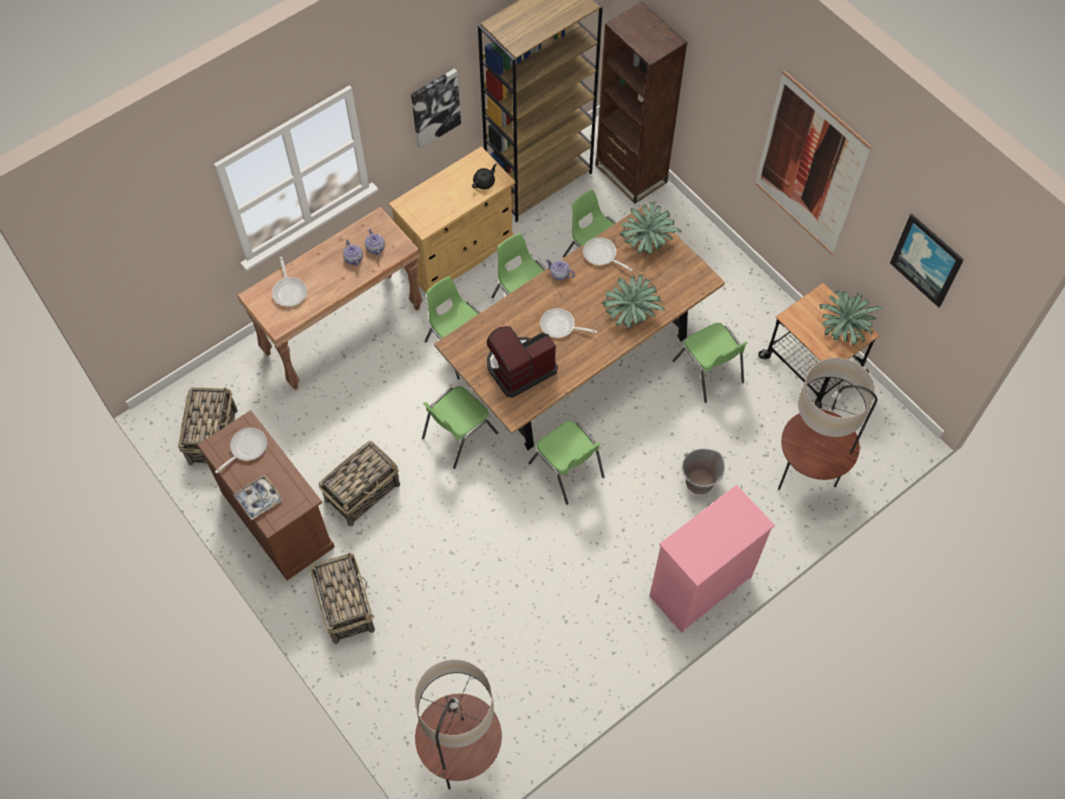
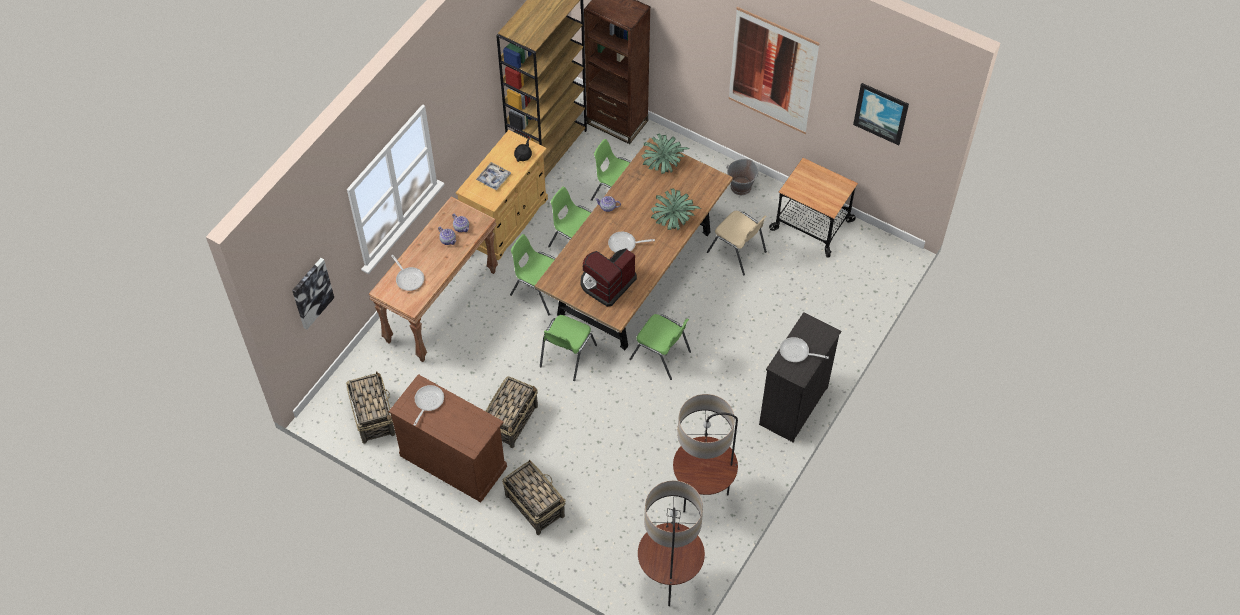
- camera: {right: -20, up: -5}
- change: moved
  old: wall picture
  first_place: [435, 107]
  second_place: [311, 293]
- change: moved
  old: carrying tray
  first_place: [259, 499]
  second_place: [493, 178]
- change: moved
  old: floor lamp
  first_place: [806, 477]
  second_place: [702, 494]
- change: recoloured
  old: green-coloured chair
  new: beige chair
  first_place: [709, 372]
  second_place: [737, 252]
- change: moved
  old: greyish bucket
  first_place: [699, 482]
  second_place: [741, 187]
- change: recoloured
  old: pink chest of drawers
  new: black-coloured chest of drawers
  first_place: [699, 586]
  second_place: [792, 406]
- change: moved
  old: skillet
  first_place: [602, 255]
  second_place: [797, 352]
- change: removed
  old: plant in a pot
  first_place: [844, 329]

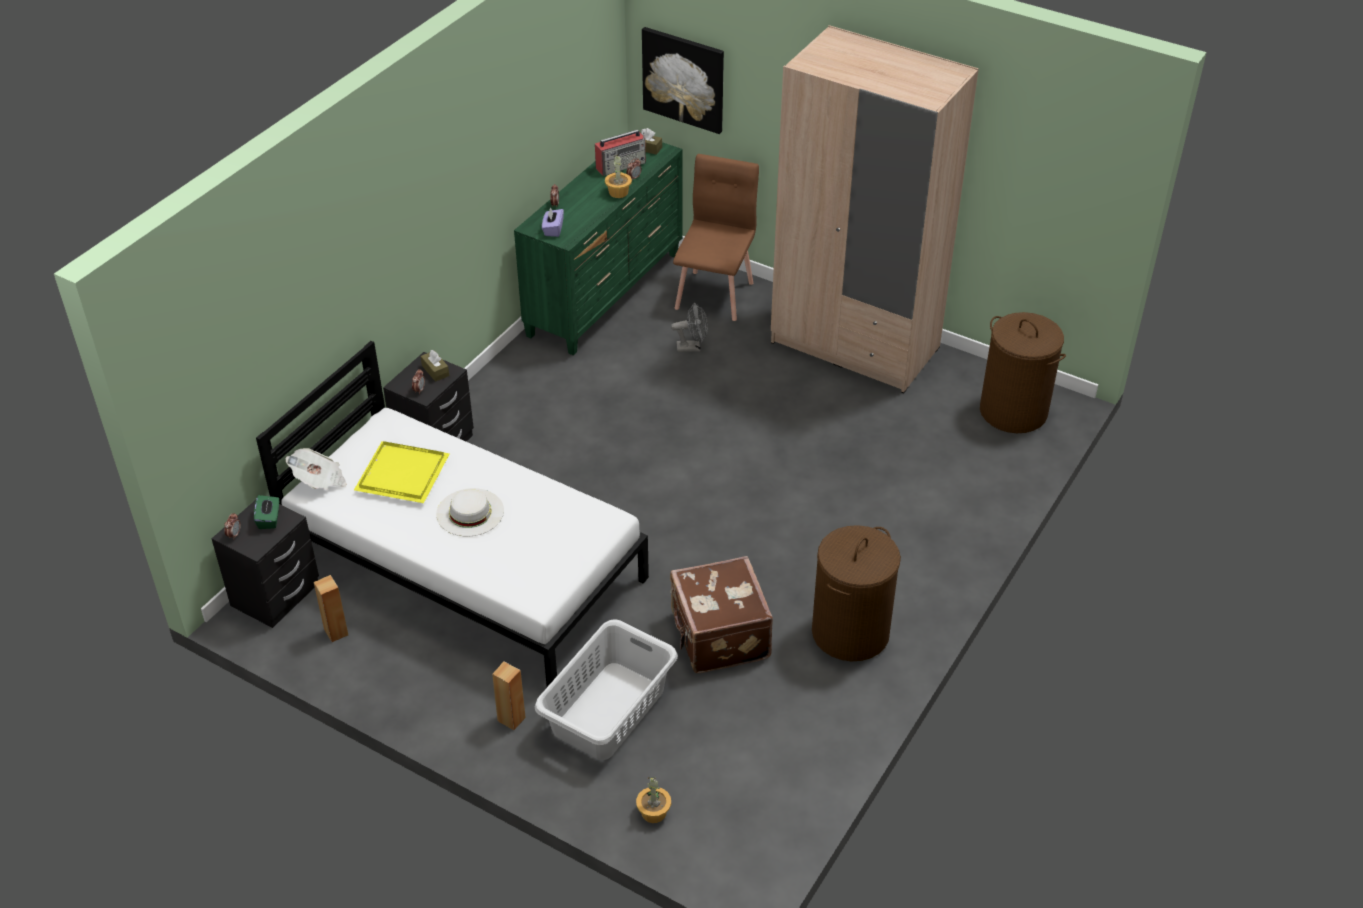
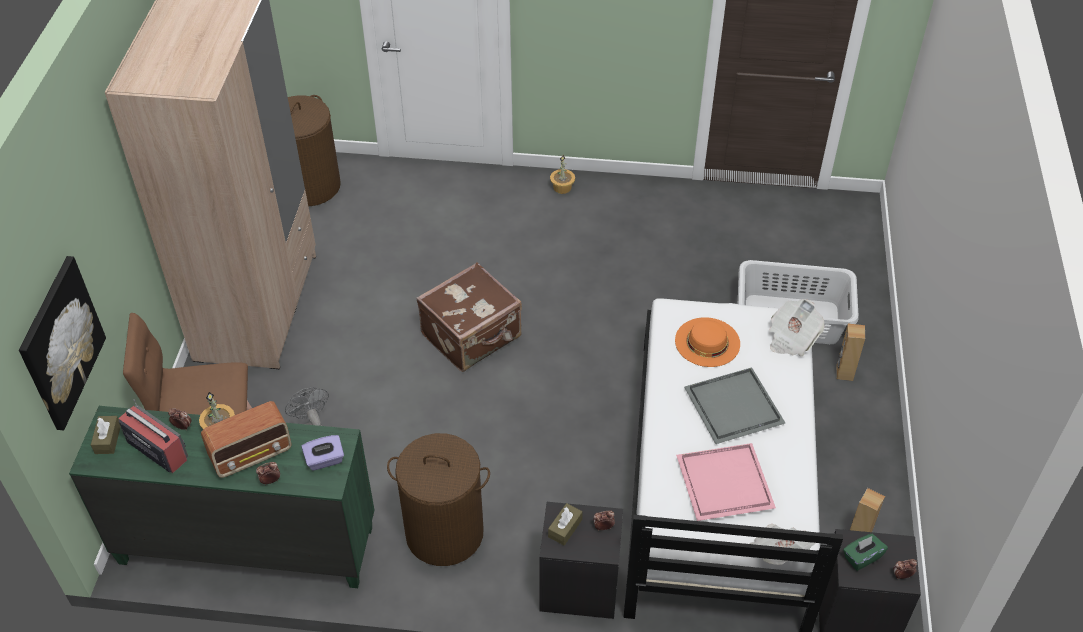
- camera: {right: -115, up: 5}
- change: added
  new: radio
  second_place: [252, 454]
- change: moved
  old: brown hamper
  first_place: [850, 633]
  second_place: [445, 532]
- change: moved
  old: brown piece of luggage
  first_place: [718, 636]
  second_place: [472, 336]
- change: moved
  old: plant in a pot
  first_place: [653, 813]
  second_place: [562, 187]
- change: added
  new: orange-coloured clothing hat
  second_place: [707, 342]
- change: recoloured
  old: yellow-coloured carrying tray
  new: pink carrying tray
  first_place: [401, 473]
  second_place: [723, 484]
- change: replaced
  old: white clothing hat
  new: greyish carrying tray
  first_place: [470, 512]
  second_place: [733, 408]
- change: added
  new: newspaper
  second_place: [791, 338]

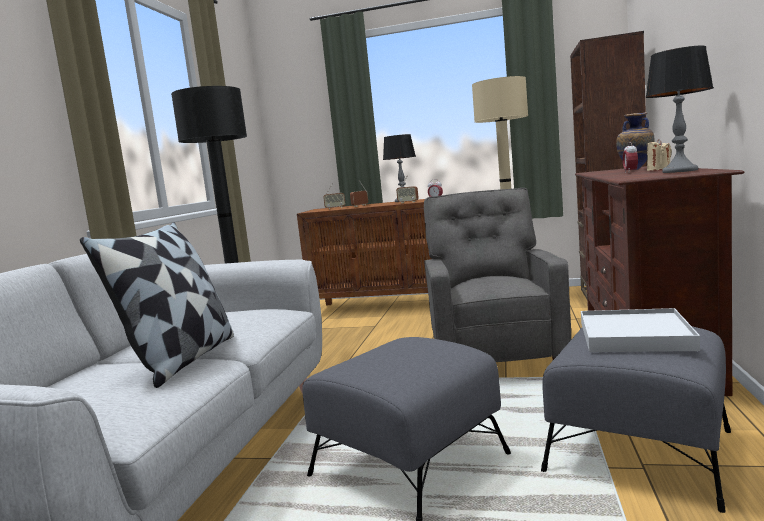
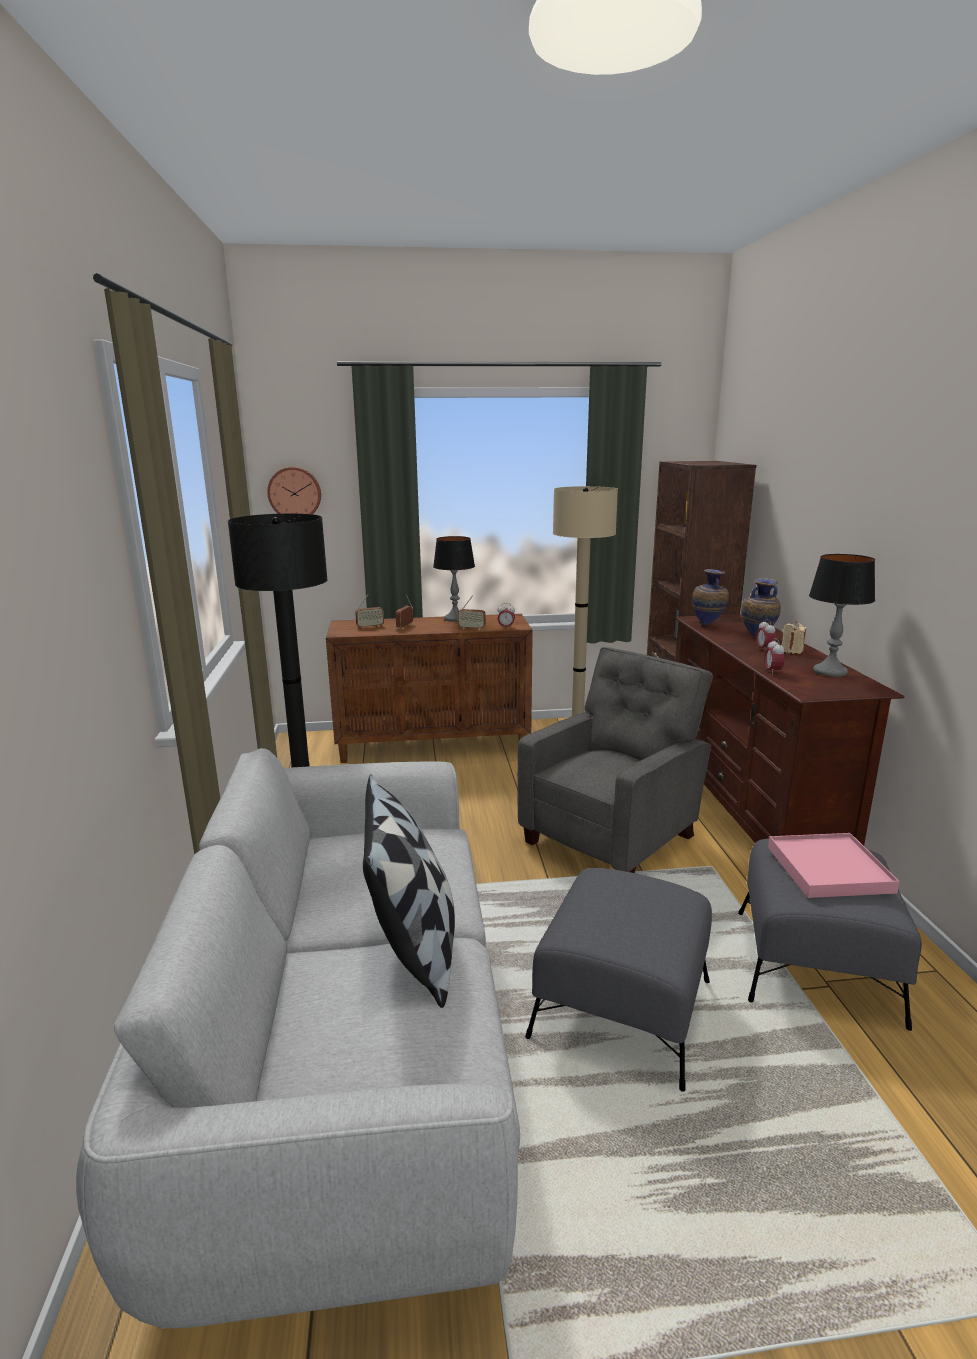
- camera: {right: -20, up: 10}
- change: added
  new: clock on the wall
  second_place: [294, 493]
- change: turned
  old: greyish easy chair
  first_place: [495, 357]
  second_place: [613, 837]
  degrees: 60
- change: added
  new: vase
  second_place: [708, 625]
- change: added
  new: table clock
  second_place: [772, 672]
- change: recoloured
  old: white carrying tray
  new: pink carrying tray
  first_place: [634, 336]
  second_place: [829, 869]

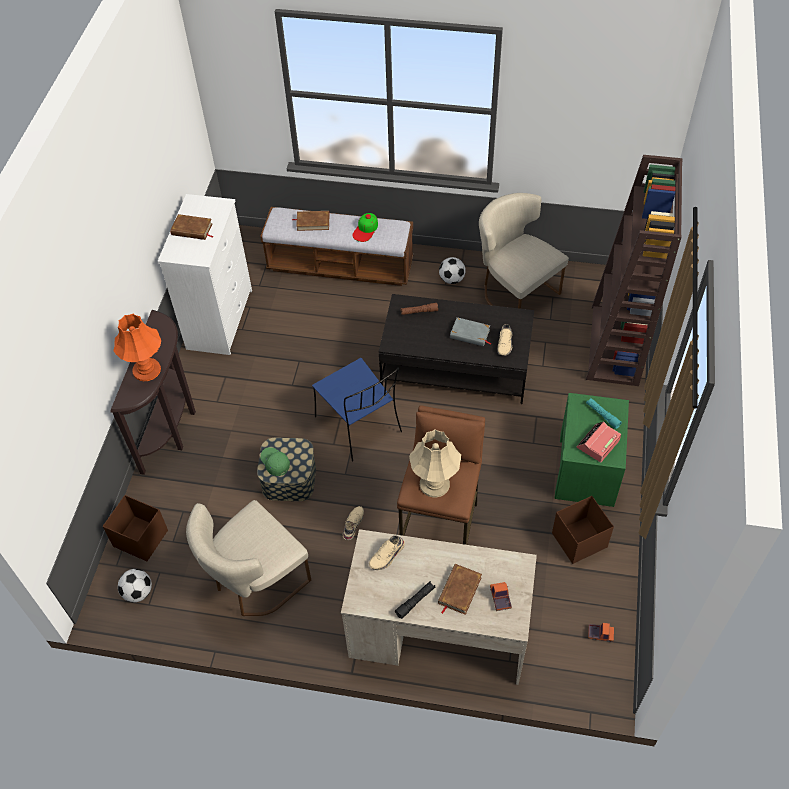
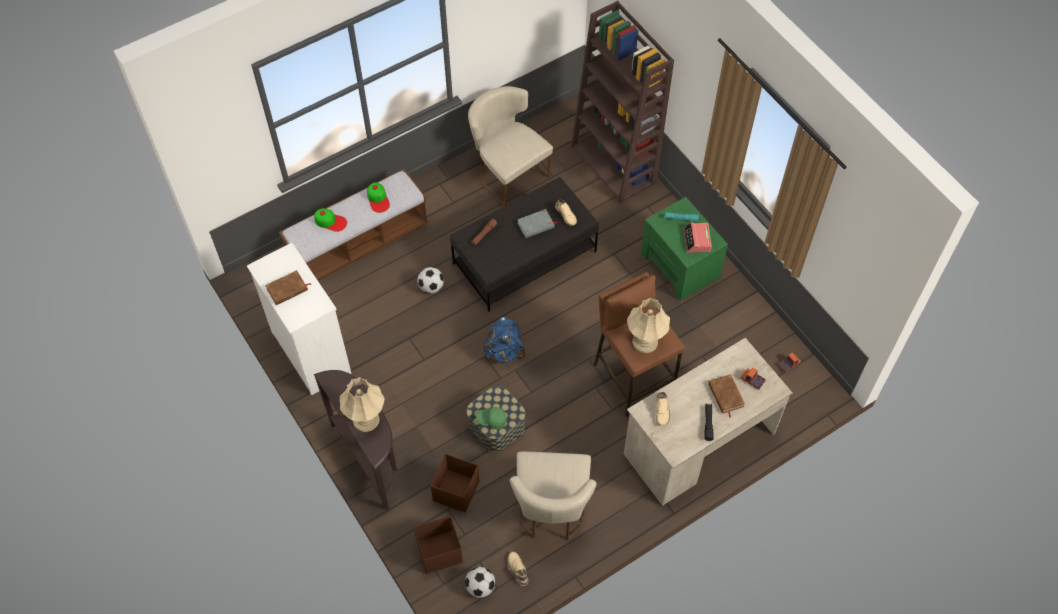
- camera: {right: -45, up: 5}
- change: replaced
  old: brown book
  new: peaked cap
  first_place: [313, 222]
  second_place: [330, 221]
- change: recoloured
  old: orange-coloured table lamp
  new: beige table lamp
  first_place: [147, 370]
  second_place: [366, 419]
- change: moved
  old: football
  first_place: [451, 279]
  second_place: [431, 287]
- change: moved
  old: brown storage bin
  first_place: [578, 540]
  second_place: [455, 491]
- change: turned
  old: beige chair
  first_place: [514, 292]
  second_place: [508, 173]
  degrees: 45
- change: replaced
  old: bluish chair
  new: bluish rucksack
  first_place: [359, 425]
  second_place: [504, 351]
- change: moved
  old: beige item of footwear
  first_place: [352, 524]
  second_place: [517, 570]

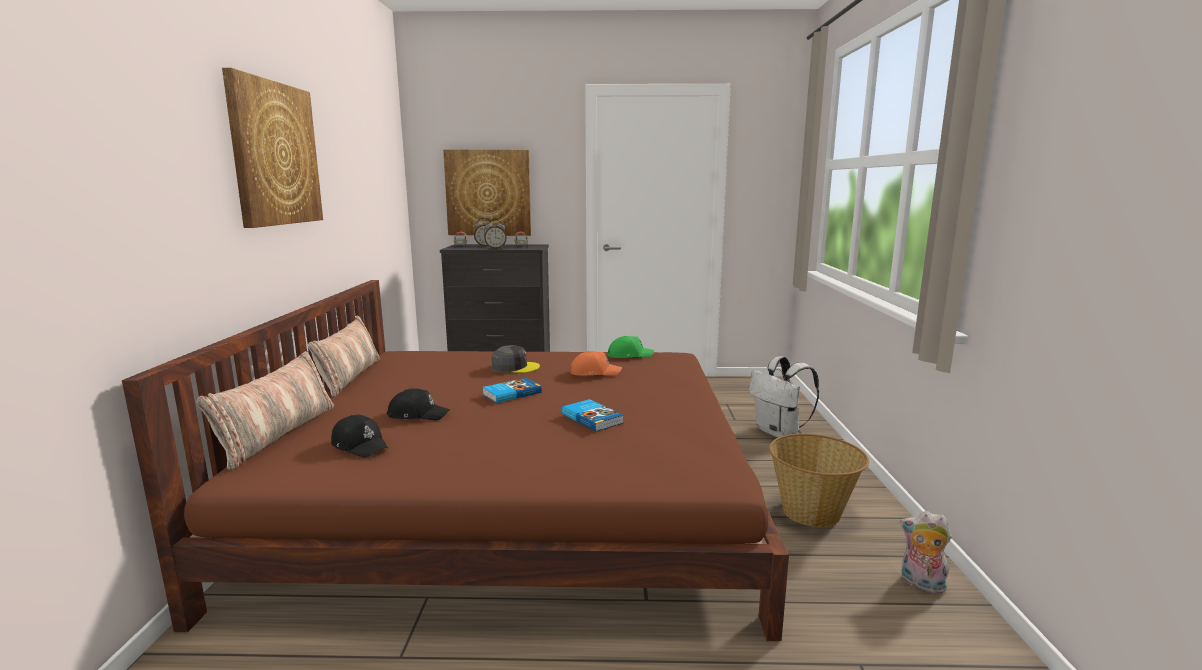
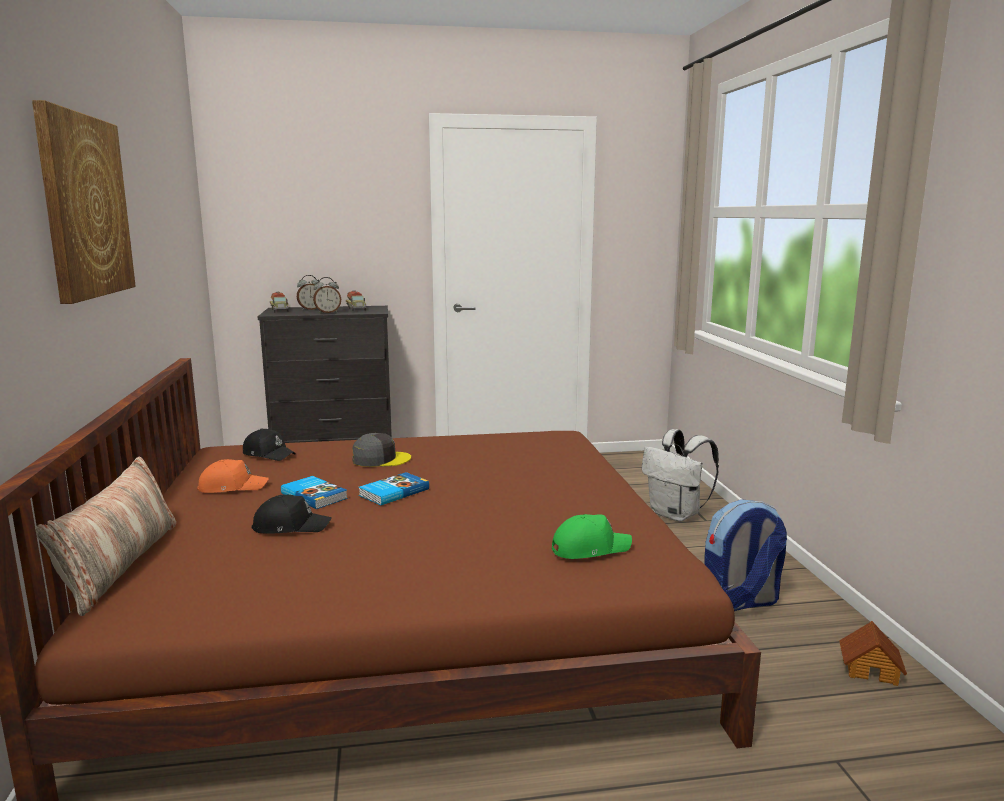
- camera: {right: -10, up: 0}
- change: moved
  old: orange-coloured peaked cap
  first_place: [594, 372]
  second_place: [232, 487]
- change: moved
  old: black-coloured peaked cap
  first_place: [360, 445]
  second_place: [269, 454]
- change: moved
  old: book
  first_place: [593, 418]
  second_place: [315, 495]
- change: moved
  old: green-coloured peaked cap
  first_place: [629, 355]
  second_place: [589, 548]
- change: replaced
  old: household basket
  new: rucksack
  first_place: [812, 512]
  second_place: [739, 603]
- change: replaced
  old: soft toy
  new: toy house
  first_place: [920, 584]
  second_place: [870, 669]
- change: removed
  old: cushion
  first_place: [349, 376]
- change: removed
  old: wall picture
  first_place: [488, 193]

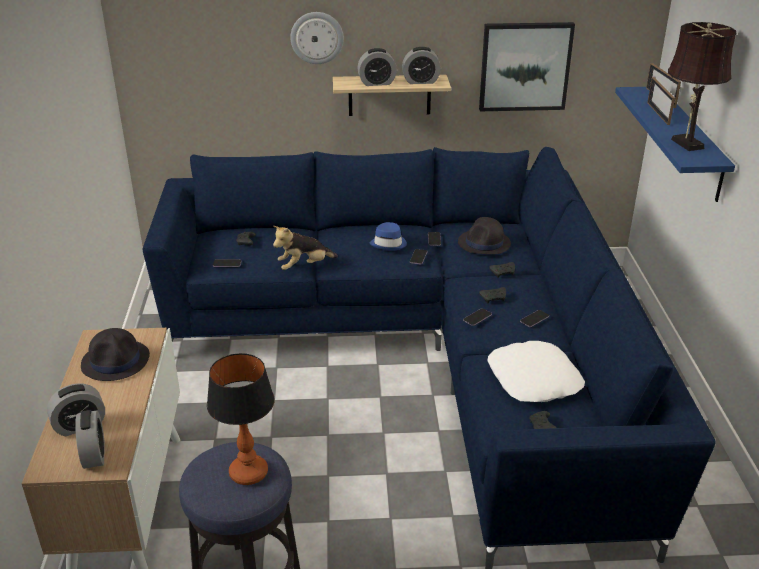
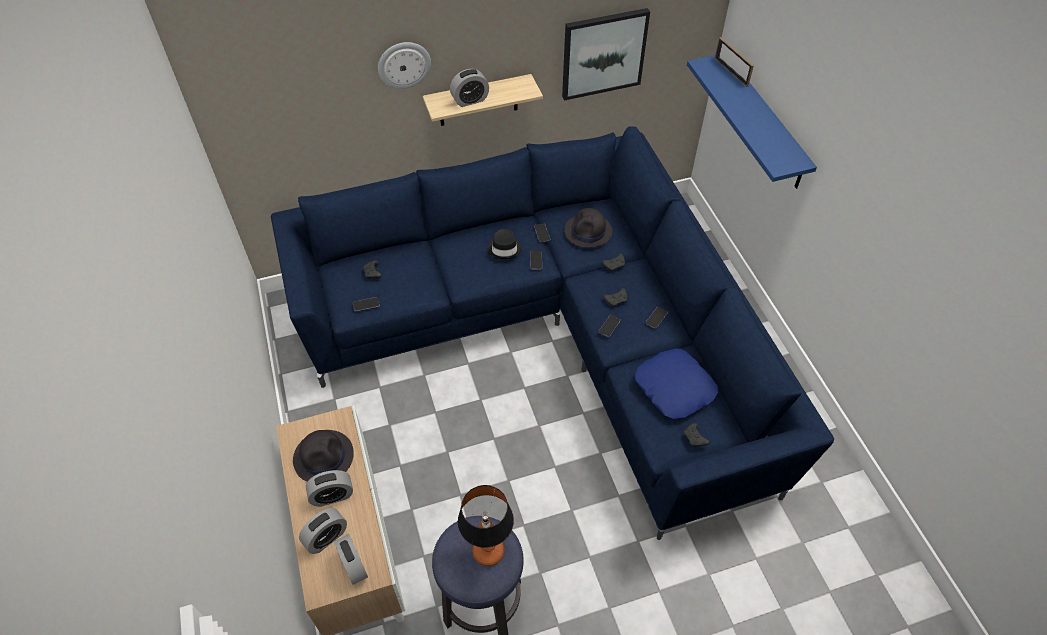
- camera: {right: -15, up: 20}
- change: moved
  old: table clock
  first_place: [420, 81]
  second_place: [332, 496]
- change: recoloured
  old: bluish clothing hat
  new: black-coloured clothing hat
  first_place: [389, 244]
  second_place: [504, 248]
- change: recoloured
  old: white cushion
  new: bluish cushion
  first_place: [534, 379]
  second_place: [675, 387]
- change: removed
  old: soft toy
  first_place: [304, 266]
- change: removed
  old: standing frame
  first_place: [658, 113]
- change: removed
  old: brown table lamp
  first_place: [685, 142]

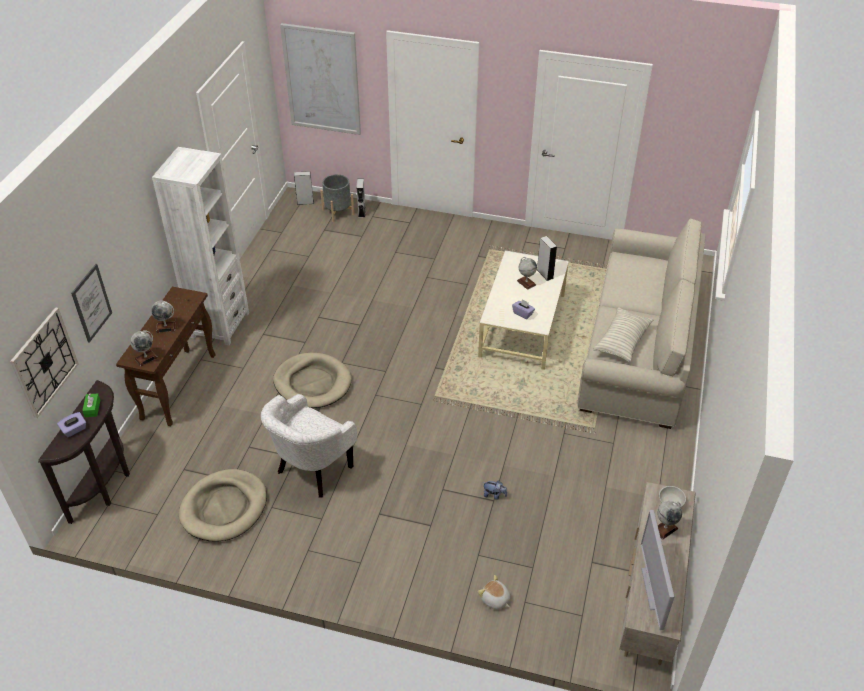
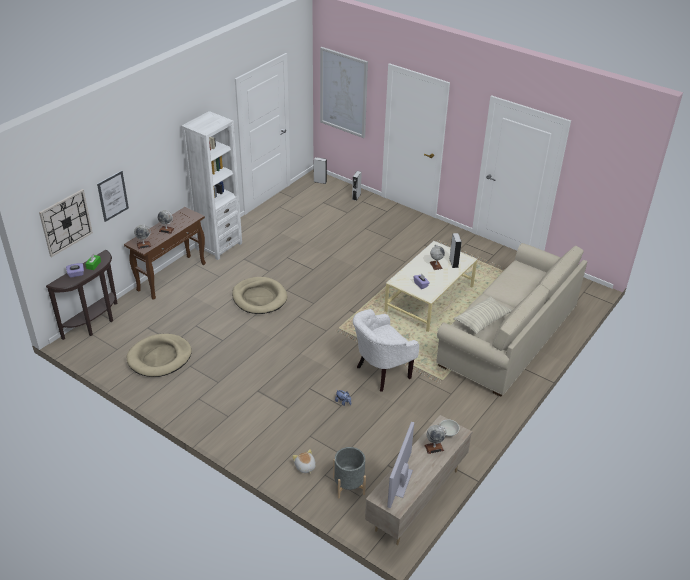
- camera: {right: 20, up: -5}
- change: moved
  old: greyish plant pot
  first_place: [338, 212]
  second_place: [349, 485]
- change: moved
  old: white easy chair
  first_place: [311, 471]
  second_place: [380, 373]

